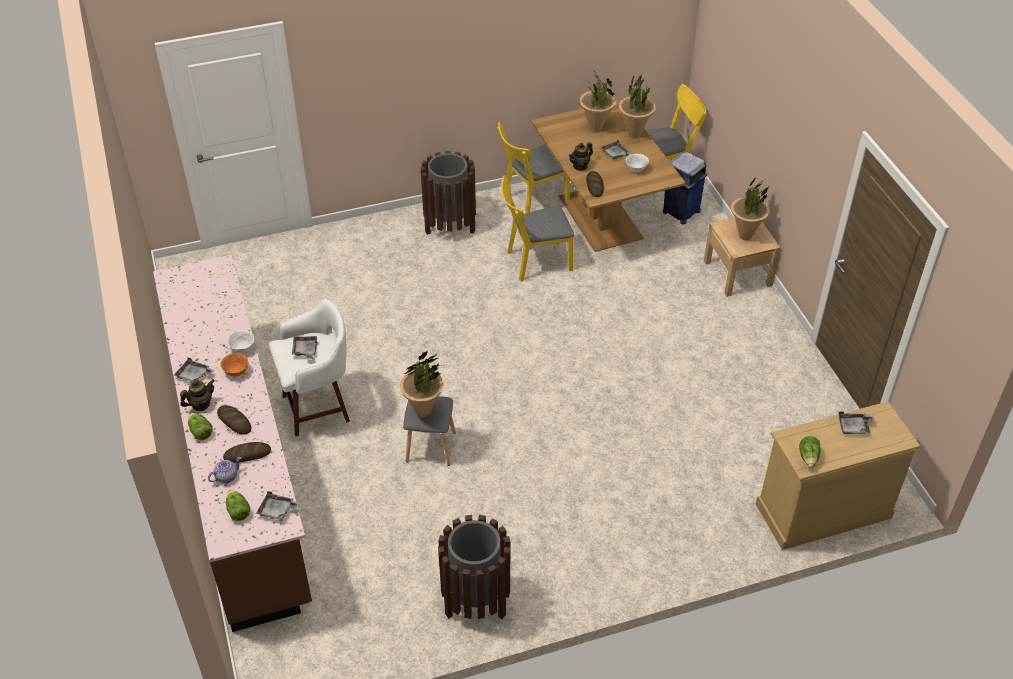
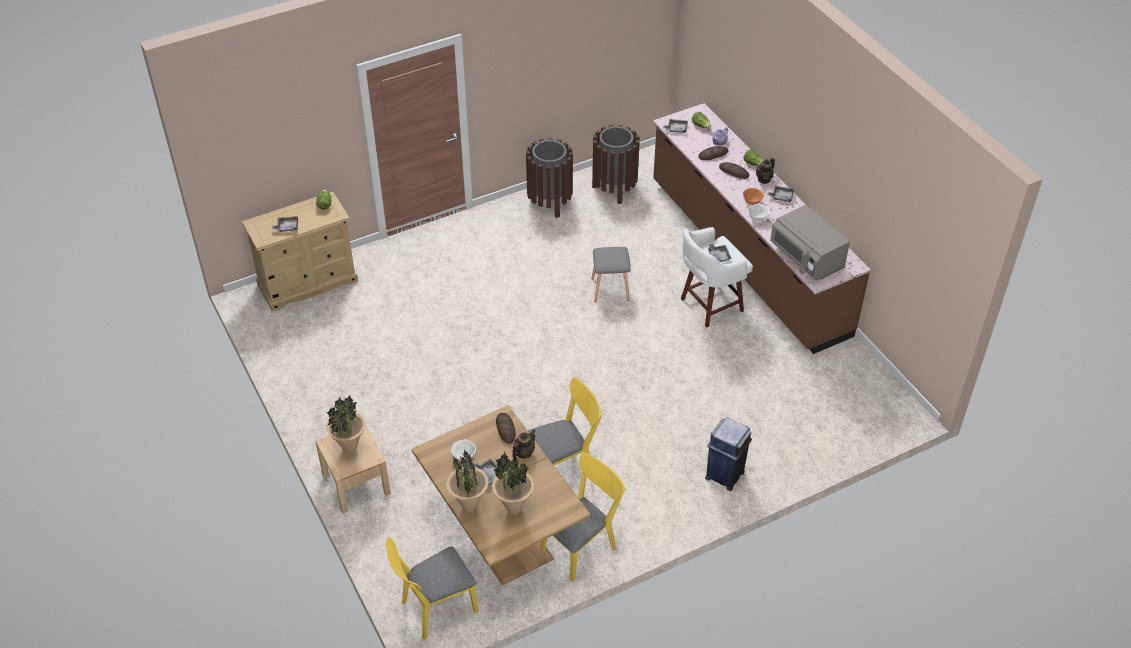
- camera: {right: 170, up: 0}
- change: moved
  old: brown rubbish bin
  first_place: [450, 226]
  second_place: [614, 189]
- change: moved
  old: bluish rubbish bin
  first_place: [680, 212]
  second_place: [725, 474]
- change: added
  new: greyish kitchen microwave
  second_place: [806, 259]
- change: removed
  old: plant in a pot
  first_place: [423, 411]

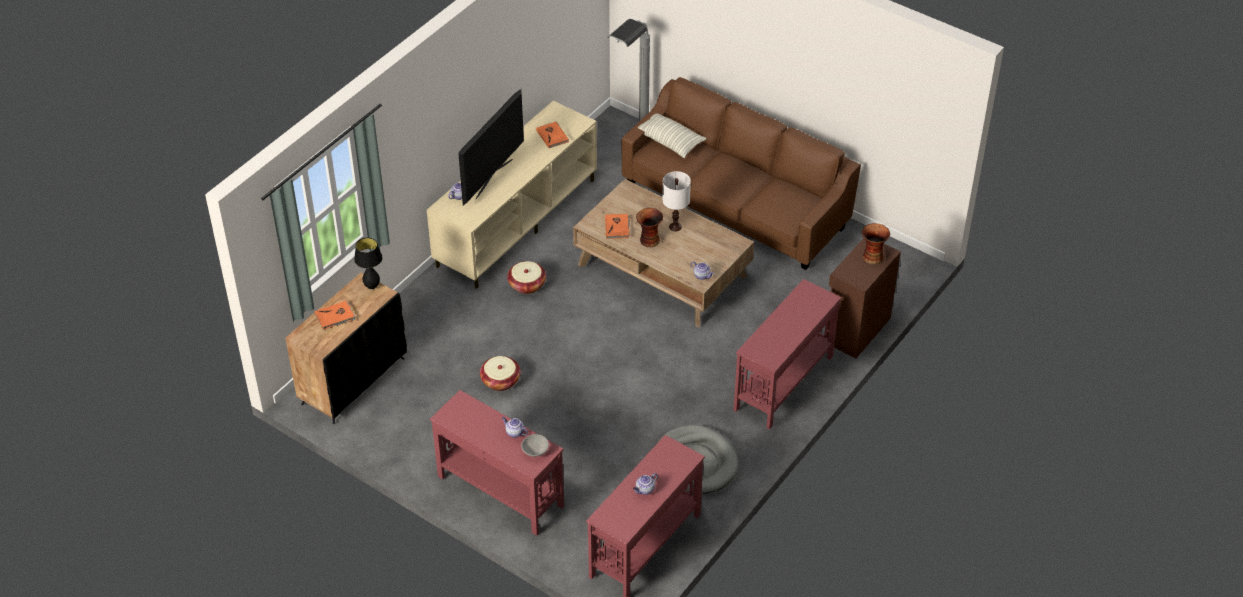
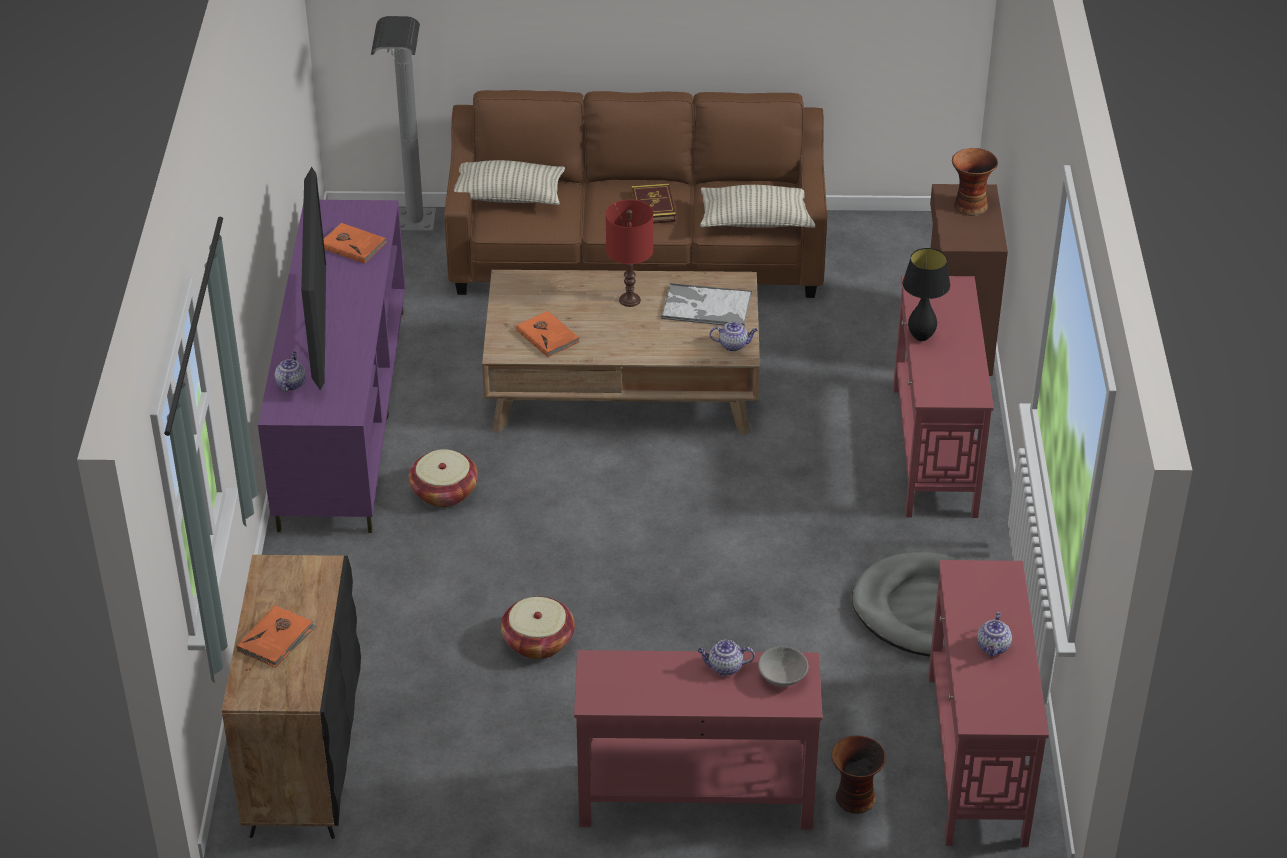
- camera: {right: -35, up: -5}
- change: recoloured
  old: beige tv unit
  new: purple tv unit
  first_place: [517, 222]
  second_place: [343, 415]
- change: recoloured
  old: white table lamp
  new: reddish table lamp
  first_place: [675, 226]
  second_place: [629, 300]
- change: added
  new: book
  second_place: [653, 207]
- change: added
  new: carrying tray
  second_place: [705, 306]
- change: added
  new: cushion
  second_place: [756, 221]
- change: moved
  old: vase
  first_place: [649, 240]
  second_place: [854, 799]
- change: moved
  old: black-coloured table lamp
  first_place: [372, 286]
  second_place: [921, 337]

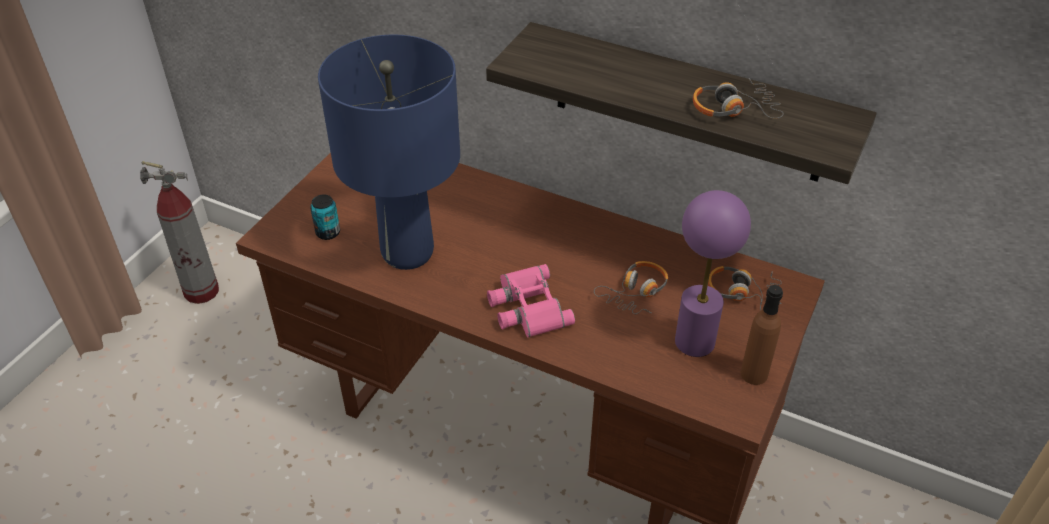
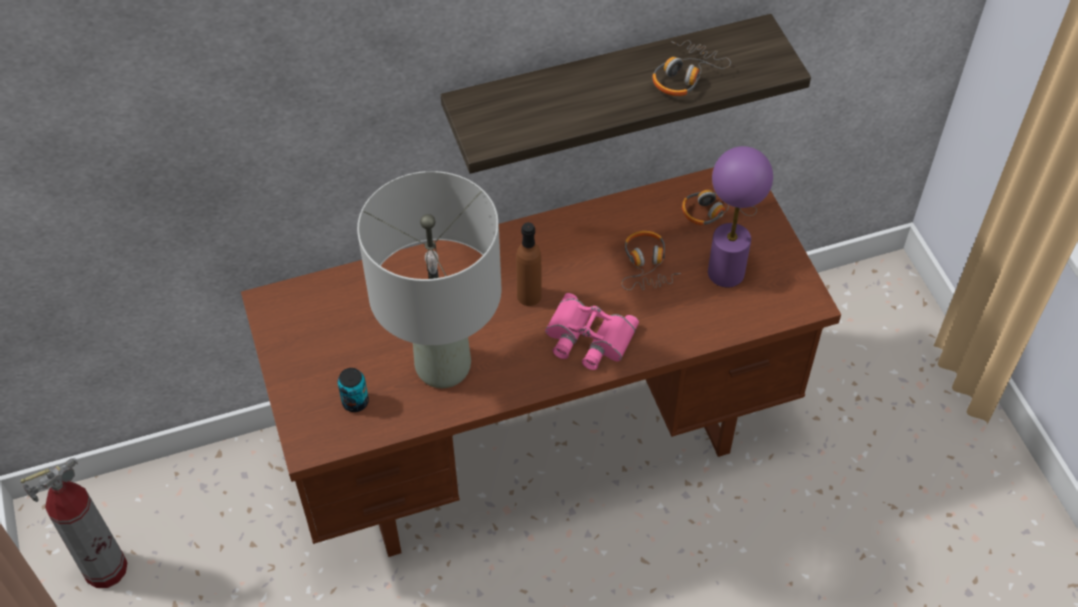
- camera: {right: -45, up: 10}
- change: recoloured
  old: bluish table lamp
  new: greyish table lamp
  first_place: [408, 252]
  second_place: [442, 366]
- change: moved
  old: brown bottle
  first_place: [754, 374]
  second_place: [529, 296]

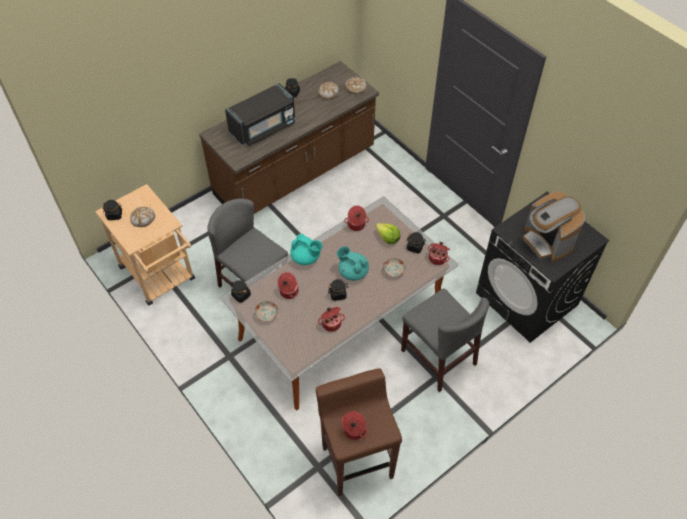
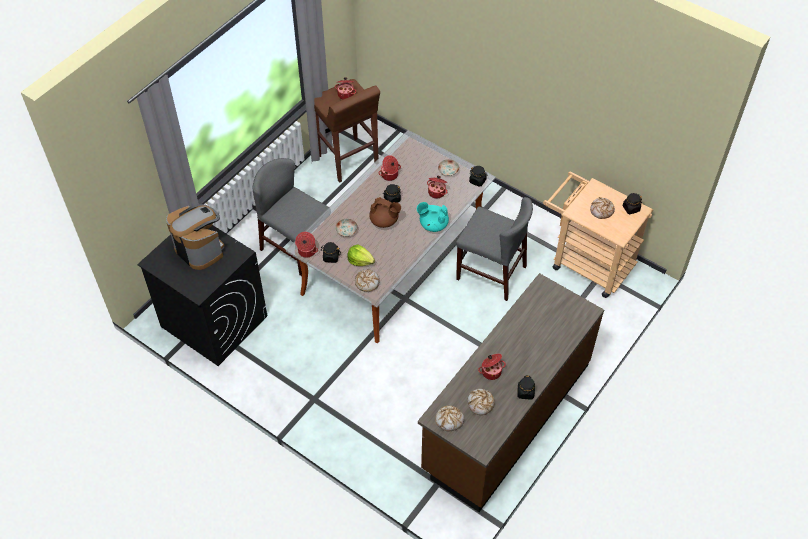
- camera: {right: 165, up: 0}
- change: added
  new: bakery bread
  second_place: [367, 282]
- change: recoloured
  old: blue-green teapot
  new: brown teapot
  first_place: [353, 272]
  second_place: [384, 221]
- change: moved
  old: cooking pot
  first_place: [356, 225]
  second_place: [491, 371]
- change: removed
  old: black-coloured kitchen microwave
  first_place: [263, 128]

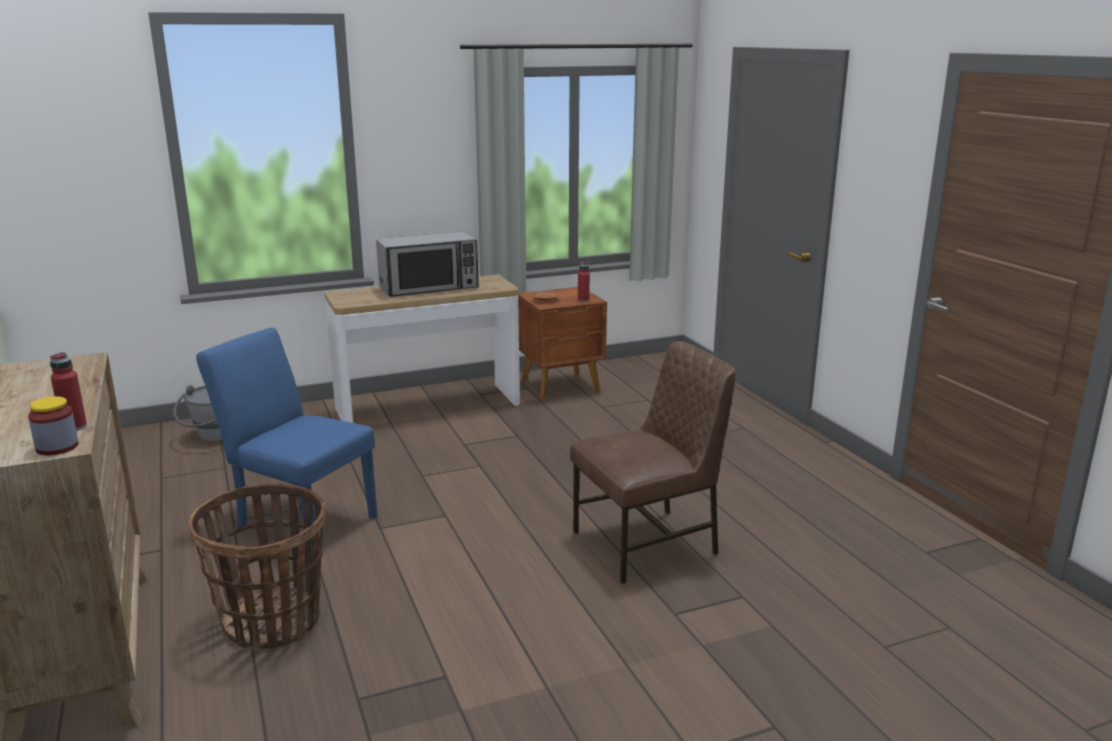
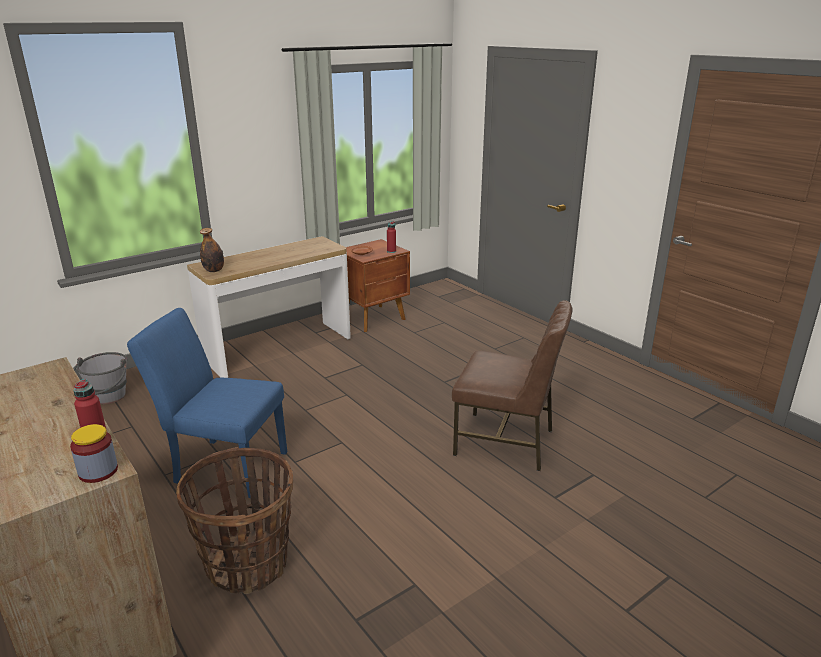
- camera: {right: -15, up: 5}
- change: added
  new: bottle
  second_place: [214, 270]
- change: turned
  old: brown chair
  first_place: [648, 543]
  second_place: [506, 442]
  degrees: 60
- change: removed
  old: kitchen microwave
  first_place: [429, 288]

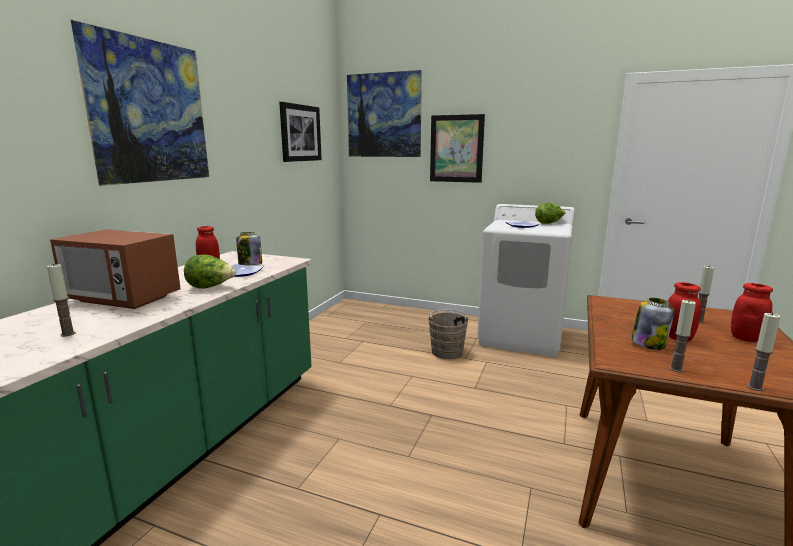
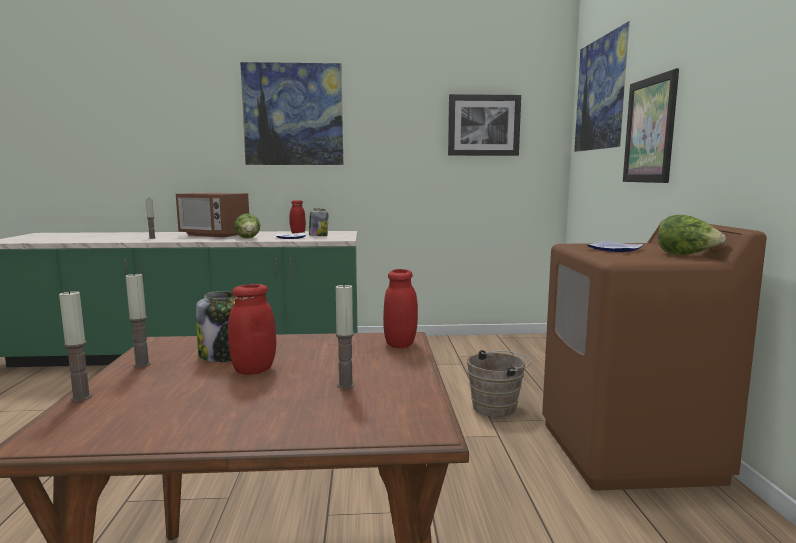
- camera: {right: 65, up: -5}
- change: turned
  old: kitchen microwave
  first_place: [123, 299]
  second_place: [214, 235]
  degrees: -60
- change: moved
  old: reddish preserve jar
  first_place: [746, 338]
  second_place: [400, 344]
- change: recoloured
  old: white laundry appliance
  new: brown laundry appliance
  first_place: [522, 336]
  second_place: [628, 451]

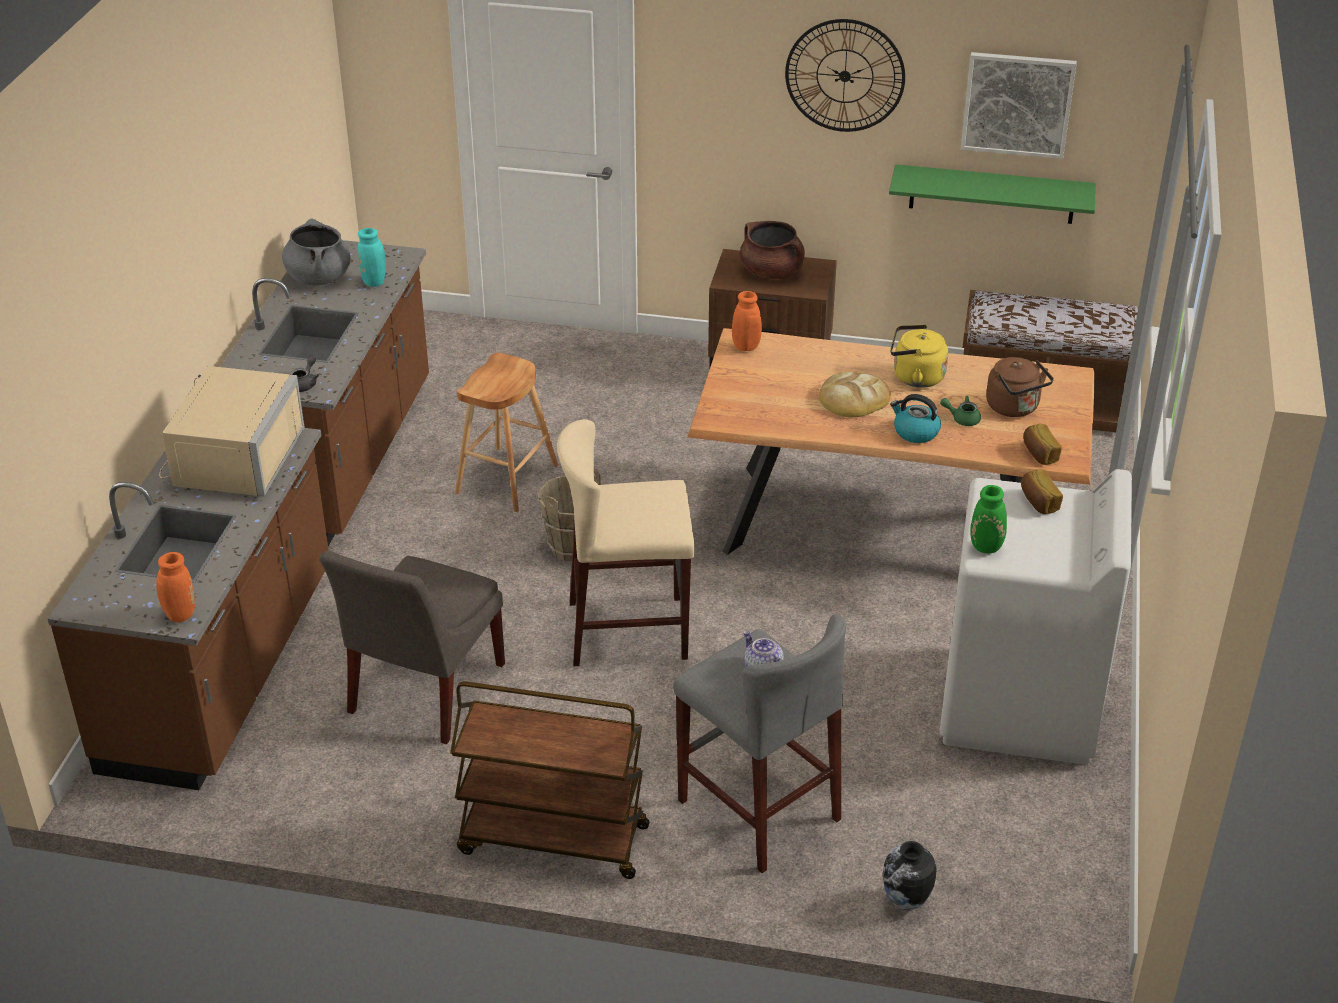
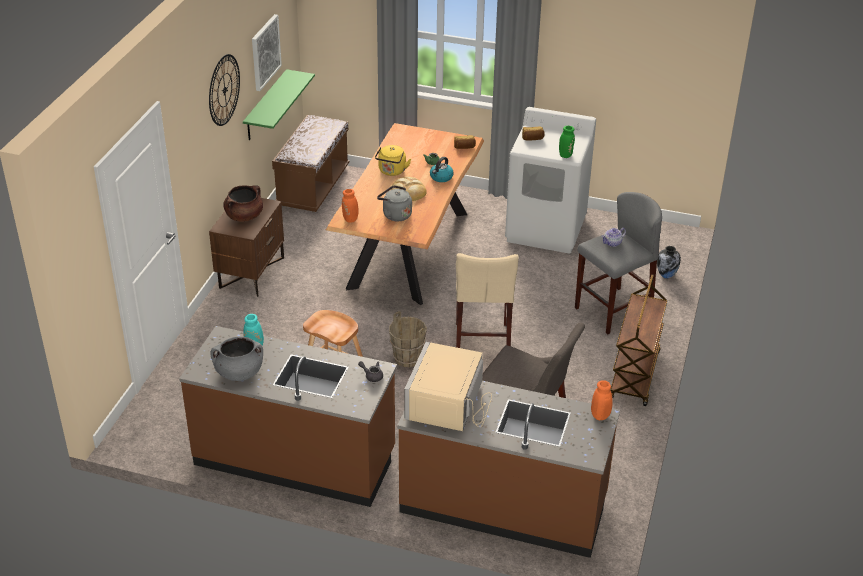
- camera: {right: -85, up: 0}
- change: added
  new: greyish kettle
  second_place: [395, 215]
- change: turned
  old: beige kitchen microwave
  first_place: [230, 458]
  second_place: [449, 404]
  degrees: -90
- change: removed
  old: brown kettle
  first_place: [1015, 408]

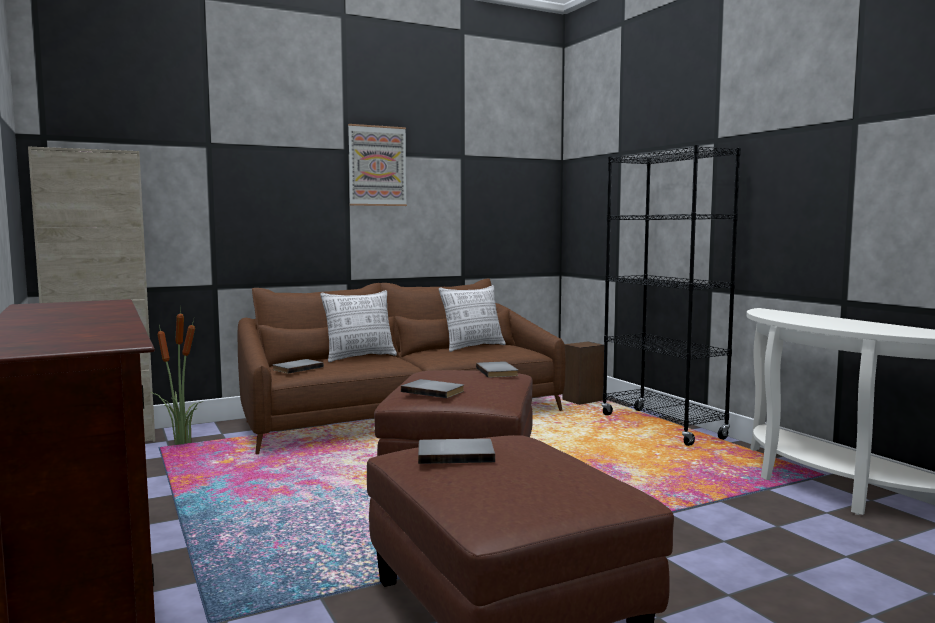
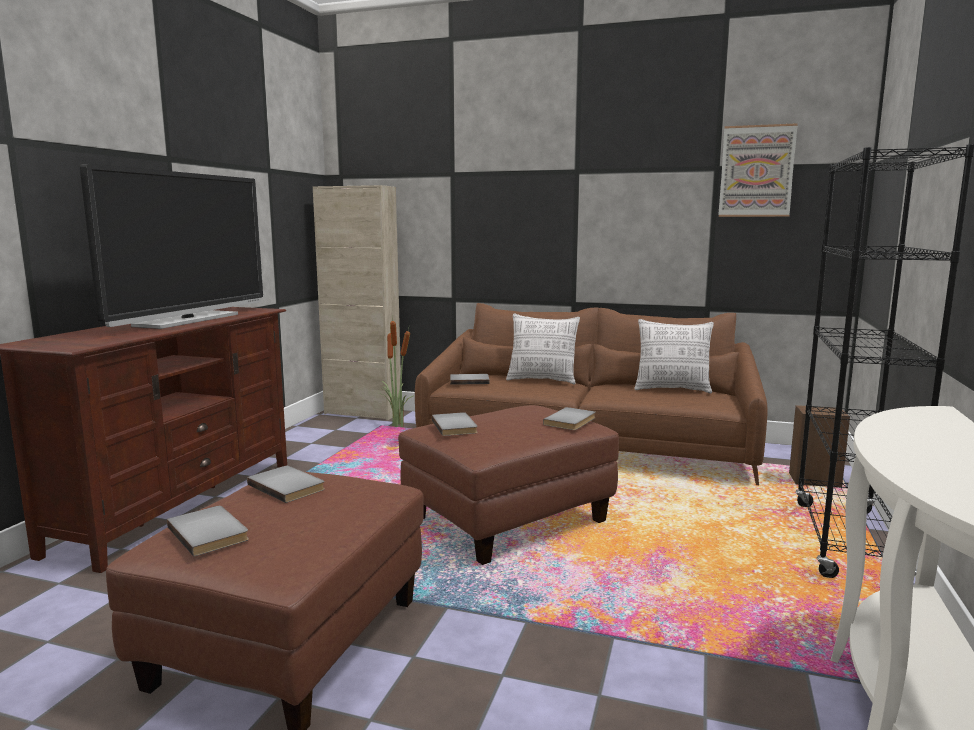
- camera: {right: 45, up: 5}
- change: added
  new: TV set
  second_place: [188, 320]
- change: added
  new: greyish book
  second_place: [211, 533]
- change: moved
  old: wall picture
  first_place: [377, 166]
  second_place: [756, 171]

